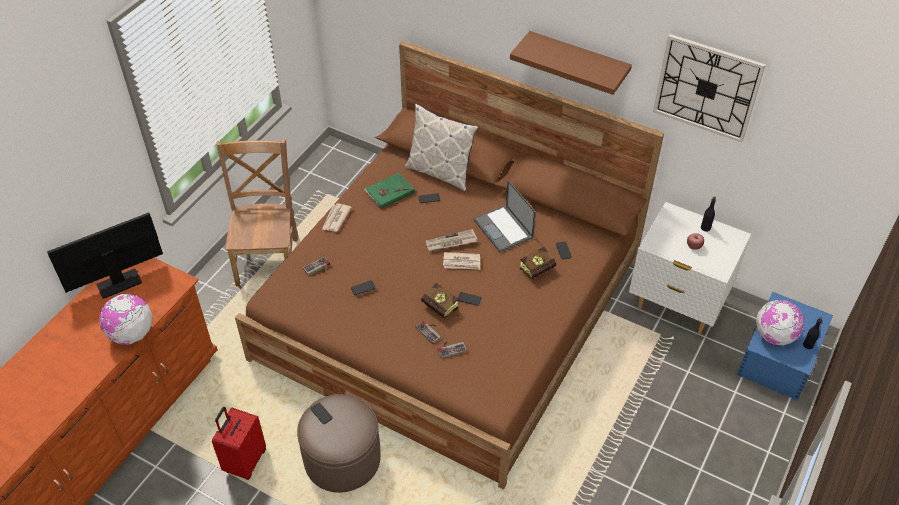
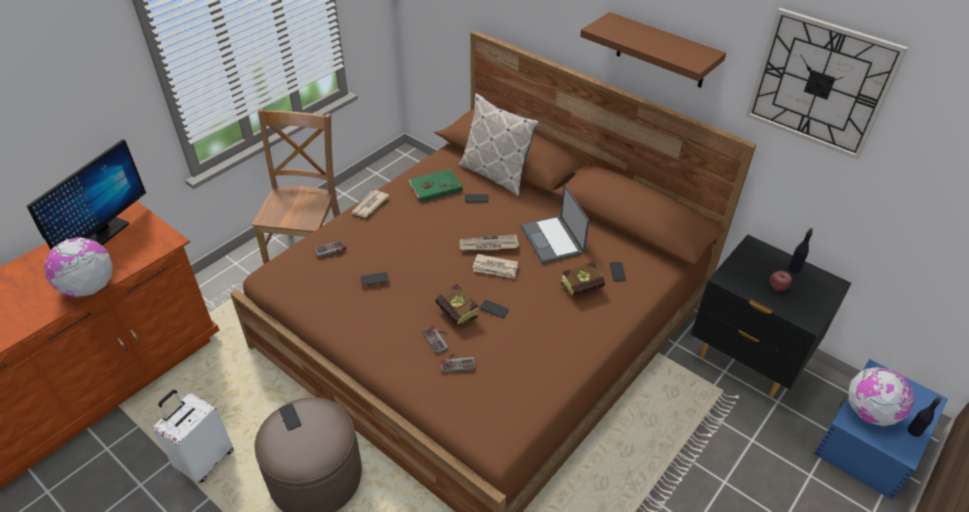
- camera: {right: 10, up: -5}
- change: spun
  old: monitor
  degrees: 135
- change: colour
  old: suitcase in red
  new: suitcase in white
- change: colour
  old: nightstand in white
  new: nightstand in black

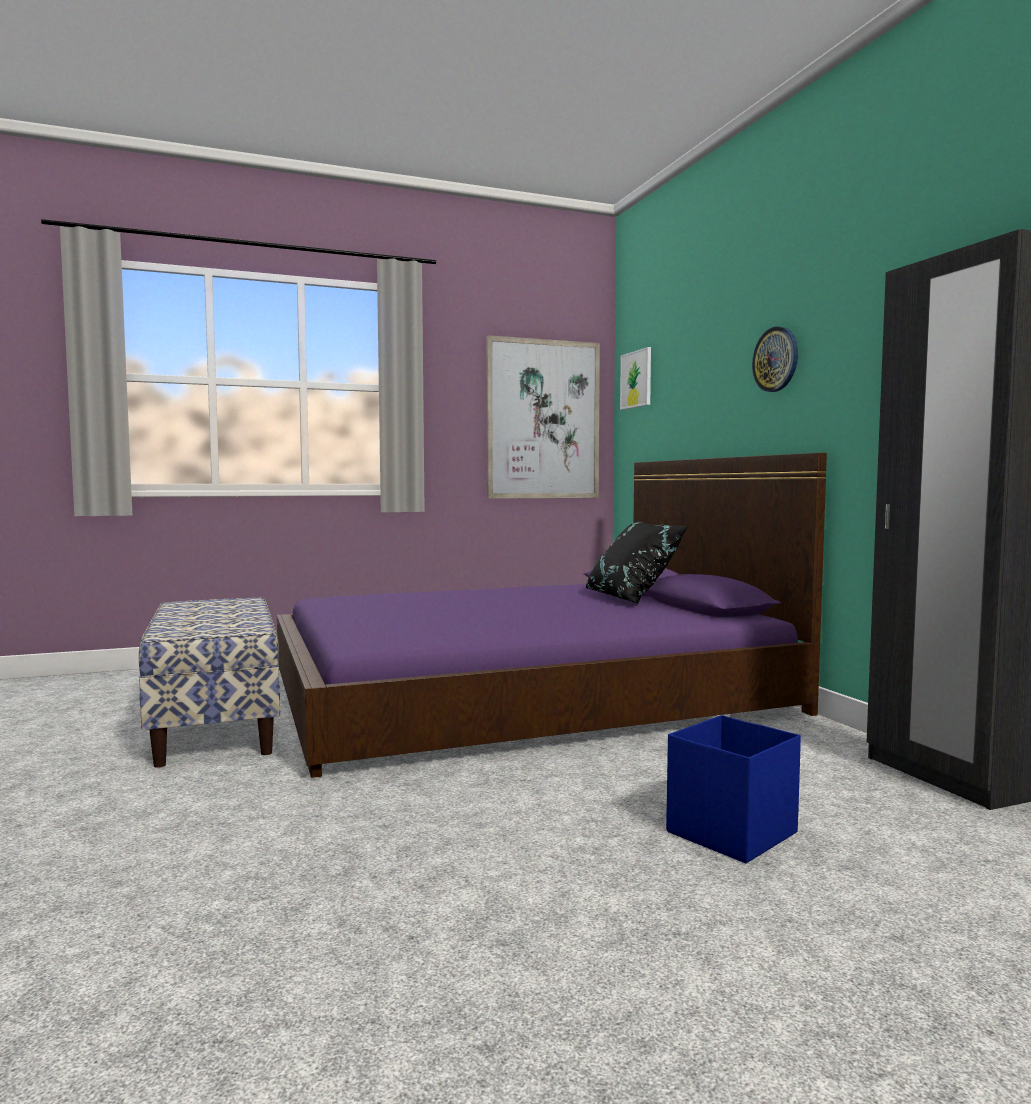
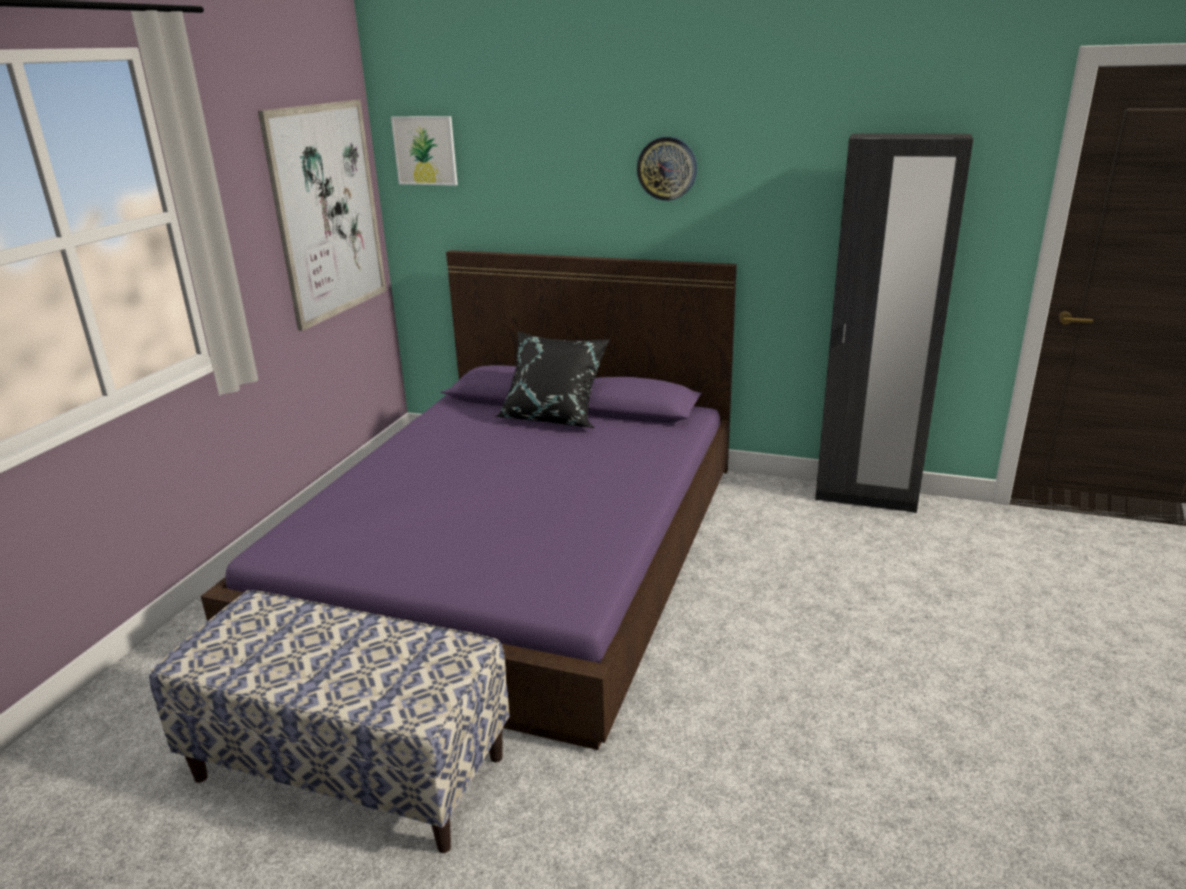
- camera: {right: -50, up: 20}
- change: missing
  old: storage box in blue

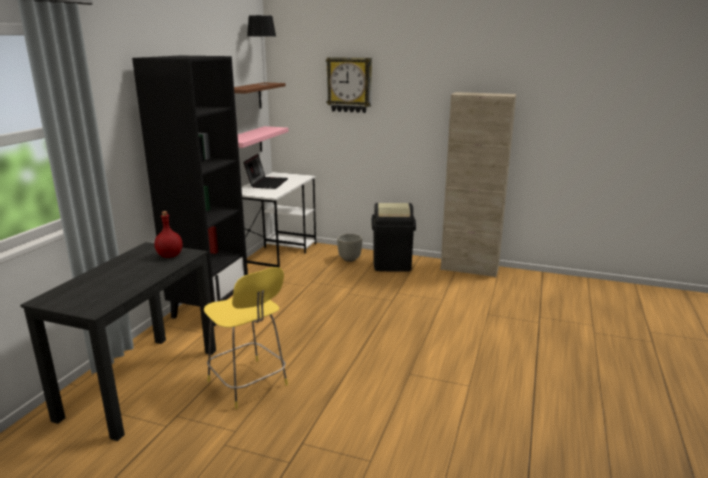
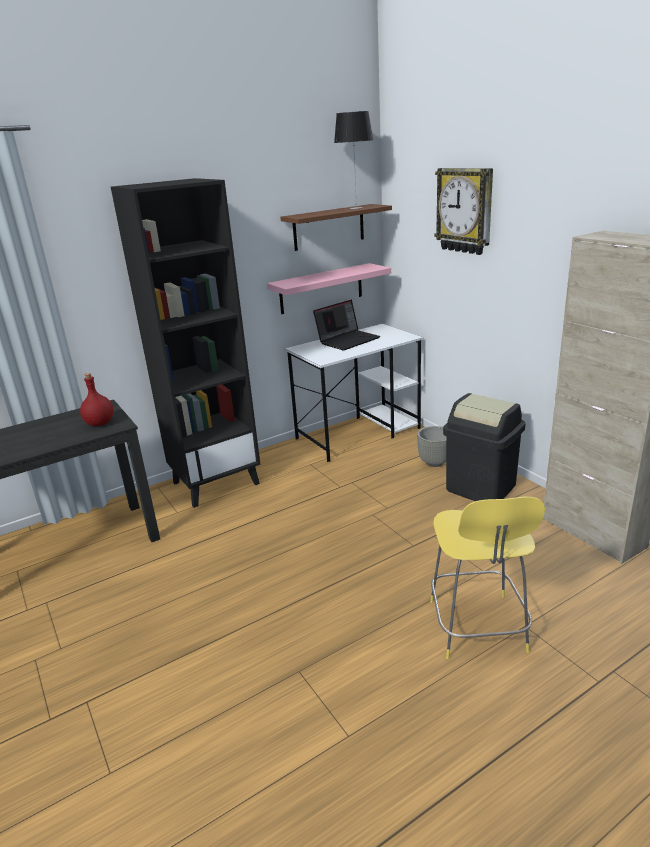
- camera: {right: 40, up: 5}
- change: relocated
  old: stool in yellow

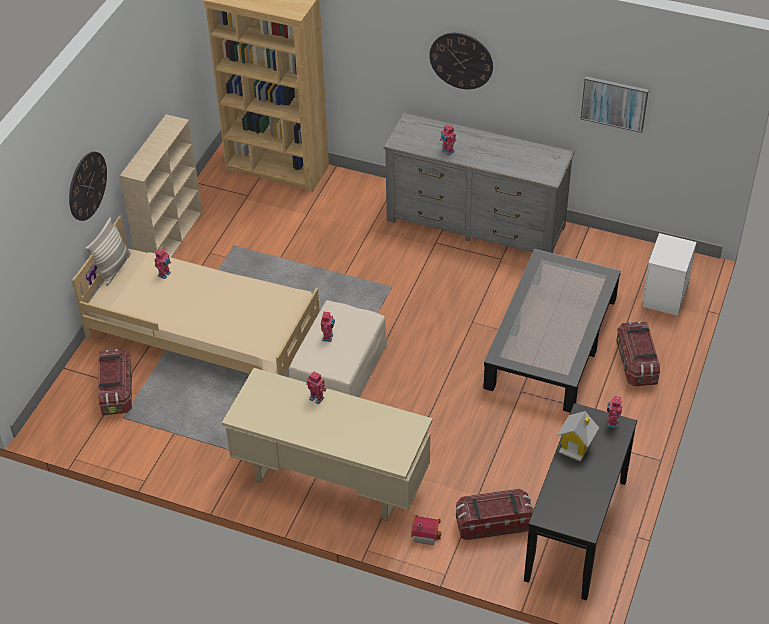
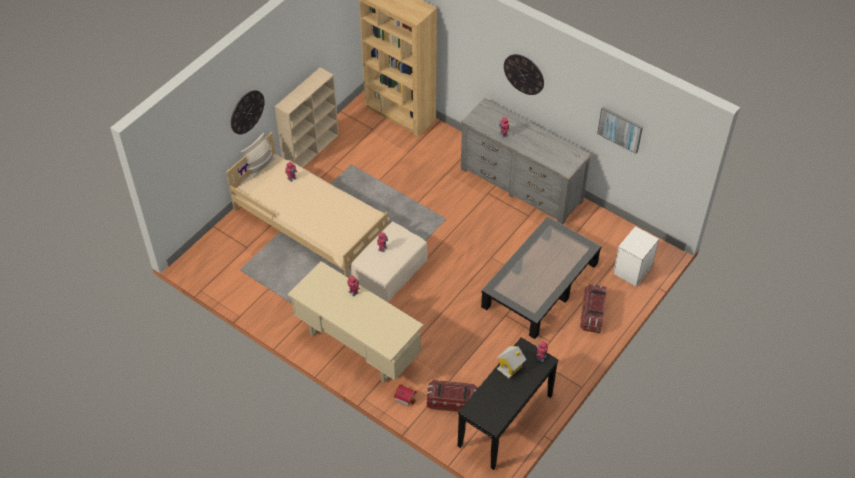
- camera: {right: 15, up: 5}
- change: missing
  old: storage box (no. 1 from left)

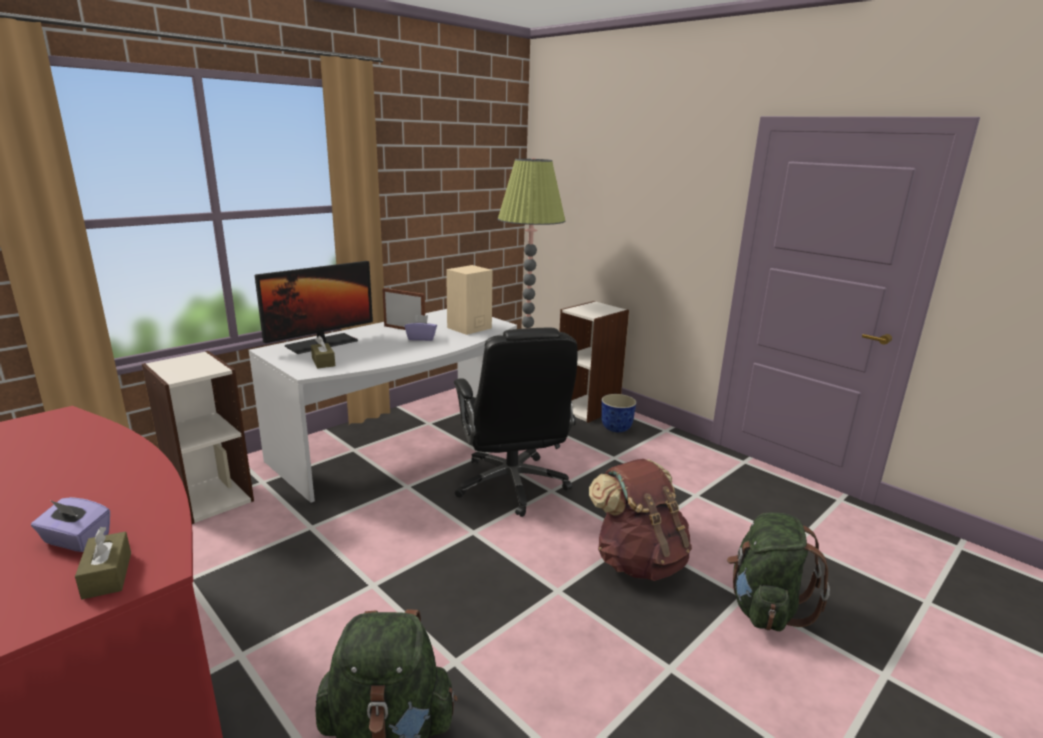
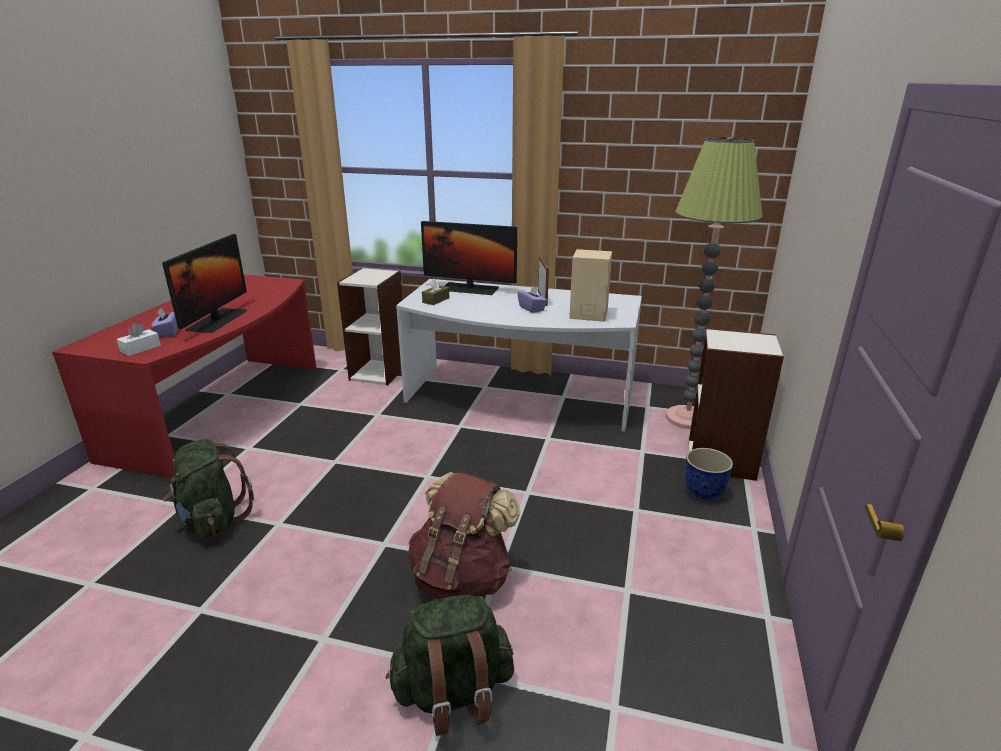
- camera: {right: 60, up: 5}
- change: colour
  old: tissue box in brown (no. 1 from left)
  new: tissue box in white
- change: missing
  old: office chair in black
- change: appeared
  new: monitor (no. 1 from left)

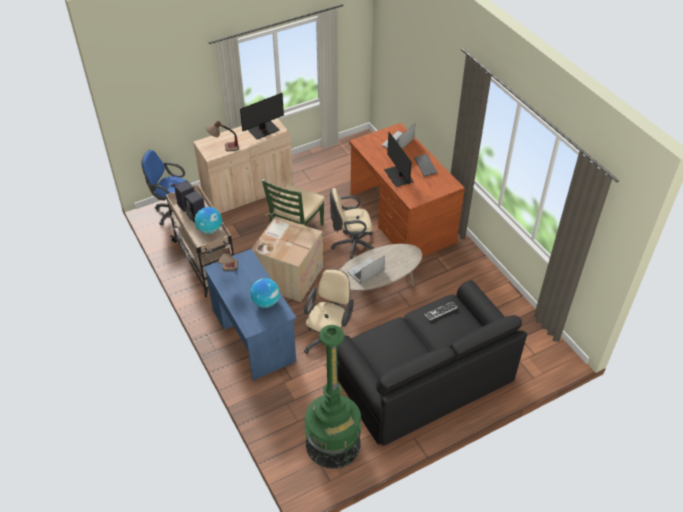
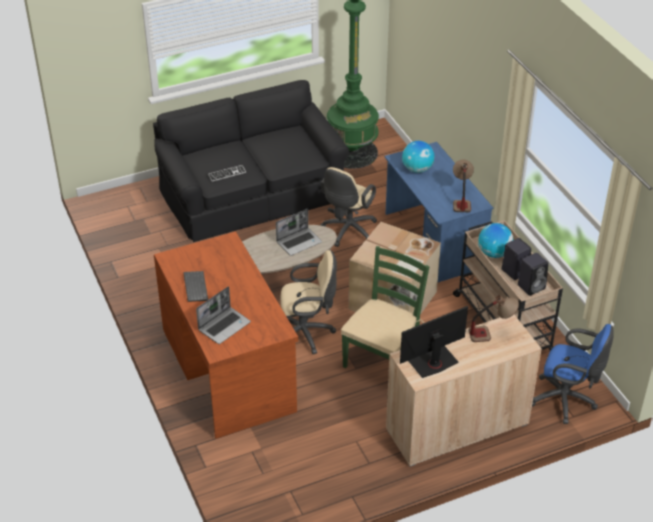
- camera: {right: -175, up: -5}
- change: missing
  old: monitor (no. 2 from left)

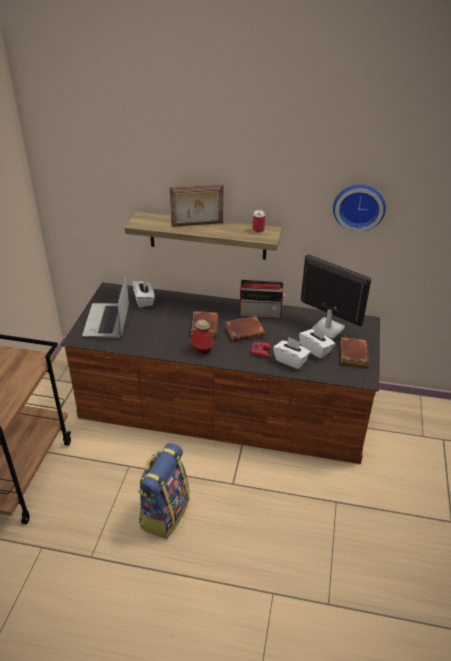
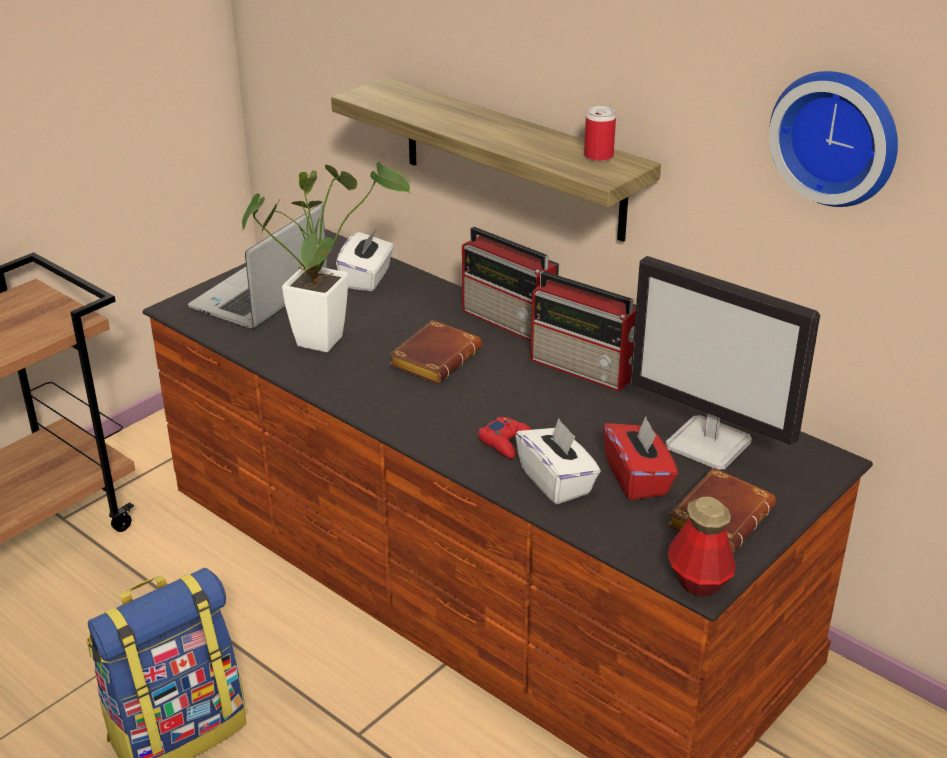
- camera: {right: 30, up: -5}
- change: missing
  old: picture frame
- change: relocated
  old: bottle
- change: missing
  old: book in brown (no. 2 from left)
- change: colour
  old: tissue box in white (no. 3 from left)
  new: tissue box in red
- change: spun
  old: monitor
  degrees: 150
- change: appeared
  new: potted plant
- change: appeared
  new: radio (no. 1 from left)

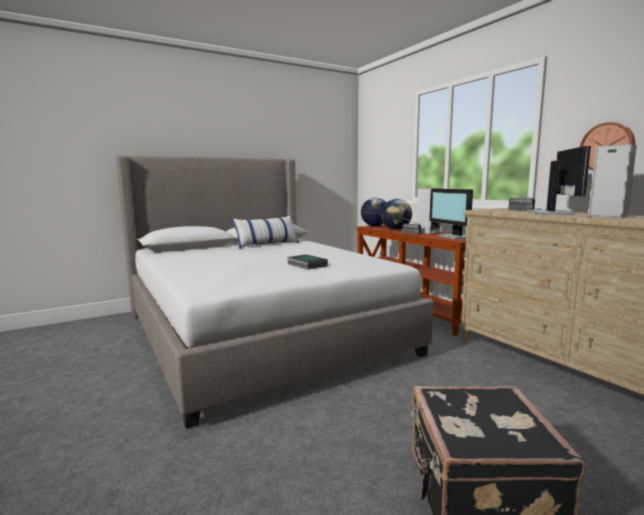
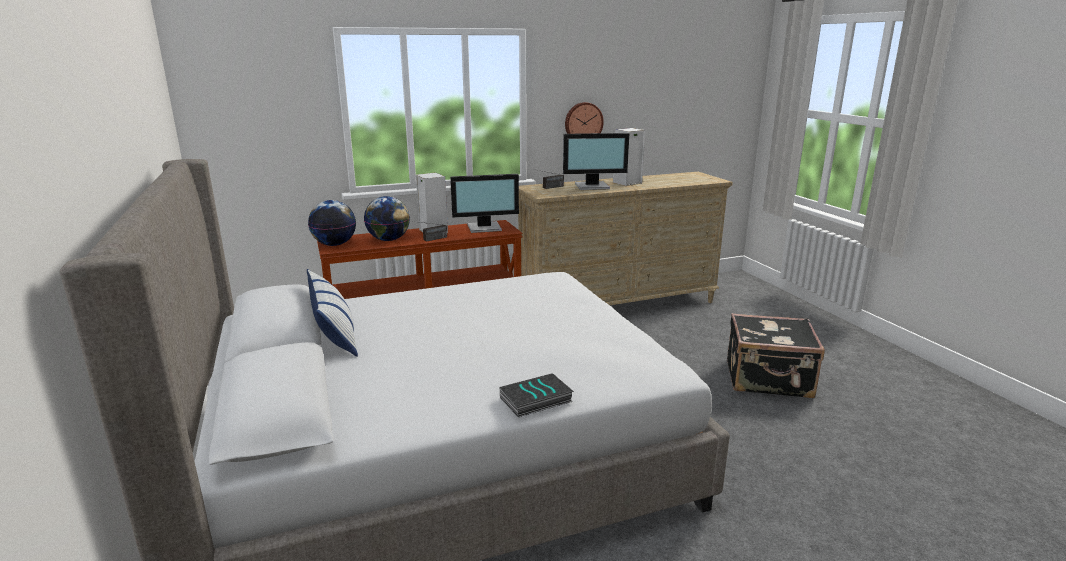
- camera: {right: -80, up: 10}
- change: relocated
  old: book
- change: spun
  old: monitor (no. 2 from left)
  degrees: 150

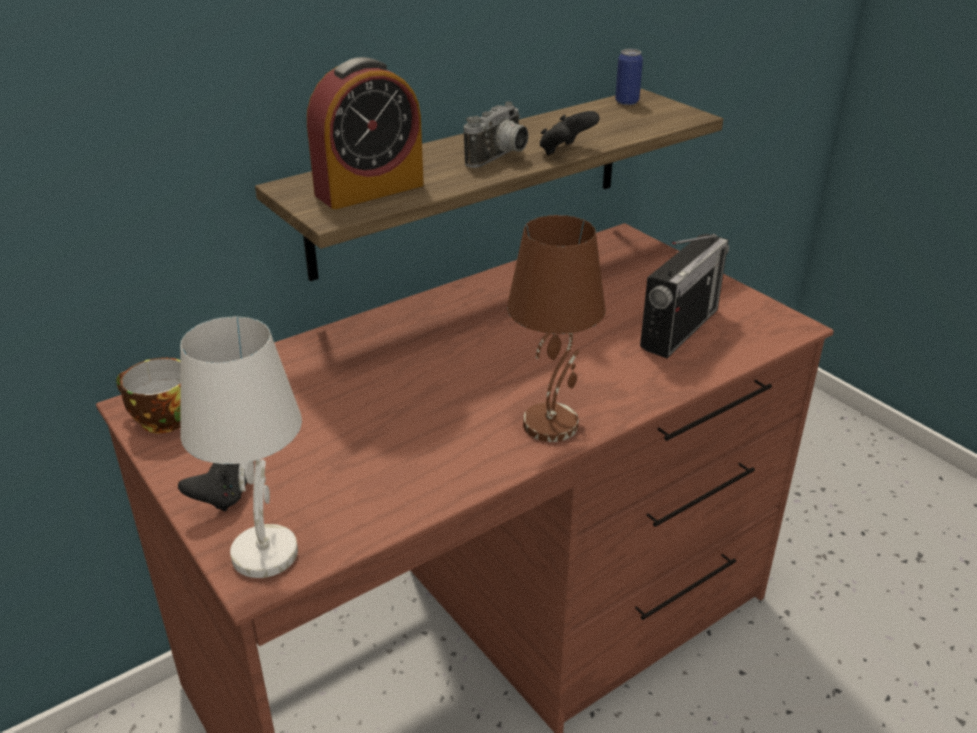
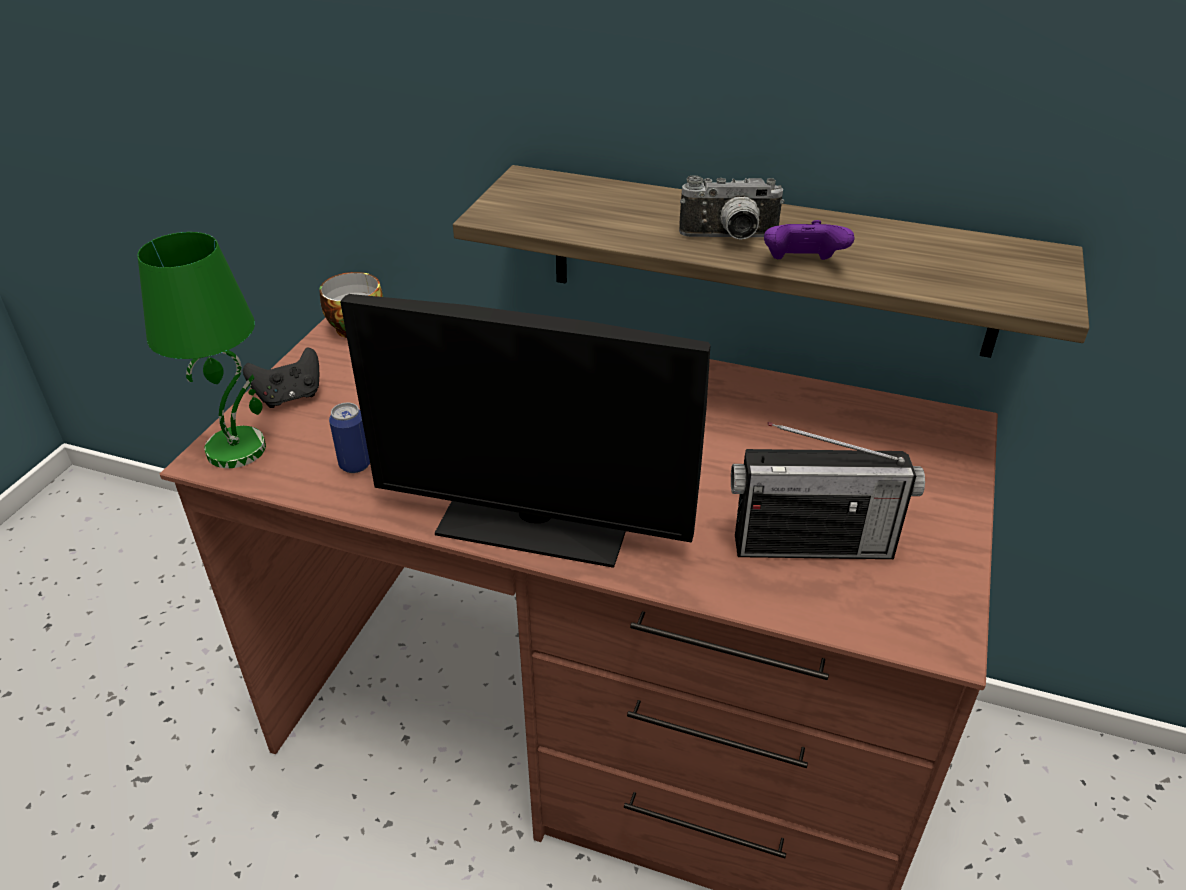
- camera: {right: 55, up: 5}
- change: colour
  old: table lamp in white
  new: table lamp in green
- change: missing
  old: alarm clock
- change: exchanged
  old: table lamp in brown
  new: monitor
- change: colour
  old: game controller in black (no. 2 from left)
  new: game controller in purple
- change: relocated
  old: can

